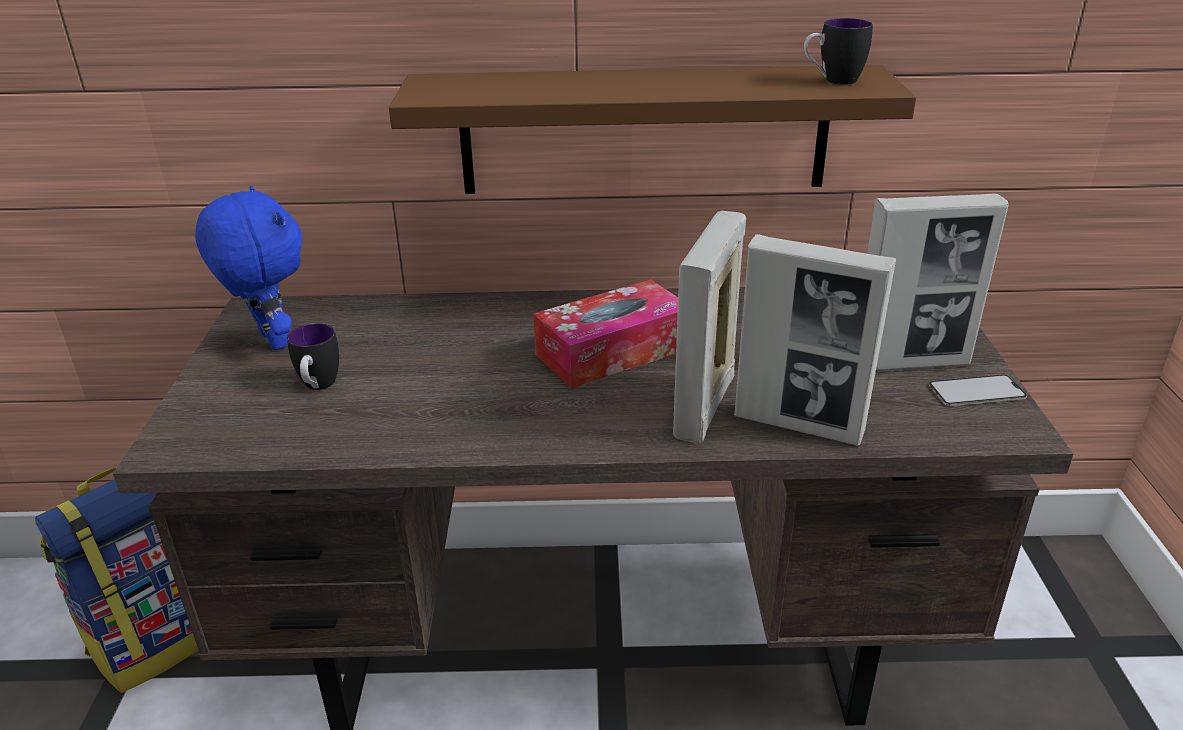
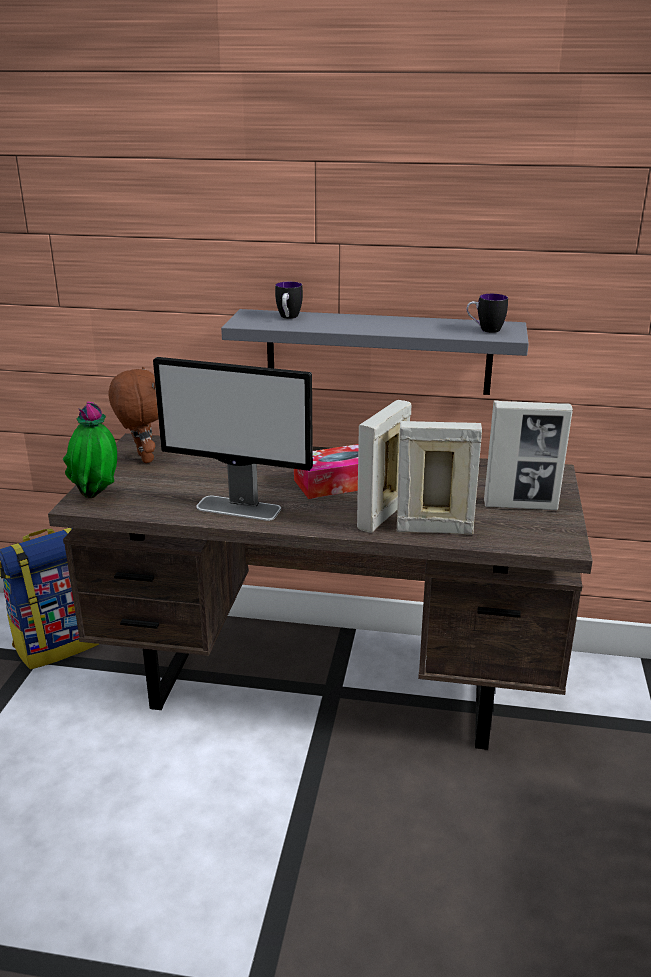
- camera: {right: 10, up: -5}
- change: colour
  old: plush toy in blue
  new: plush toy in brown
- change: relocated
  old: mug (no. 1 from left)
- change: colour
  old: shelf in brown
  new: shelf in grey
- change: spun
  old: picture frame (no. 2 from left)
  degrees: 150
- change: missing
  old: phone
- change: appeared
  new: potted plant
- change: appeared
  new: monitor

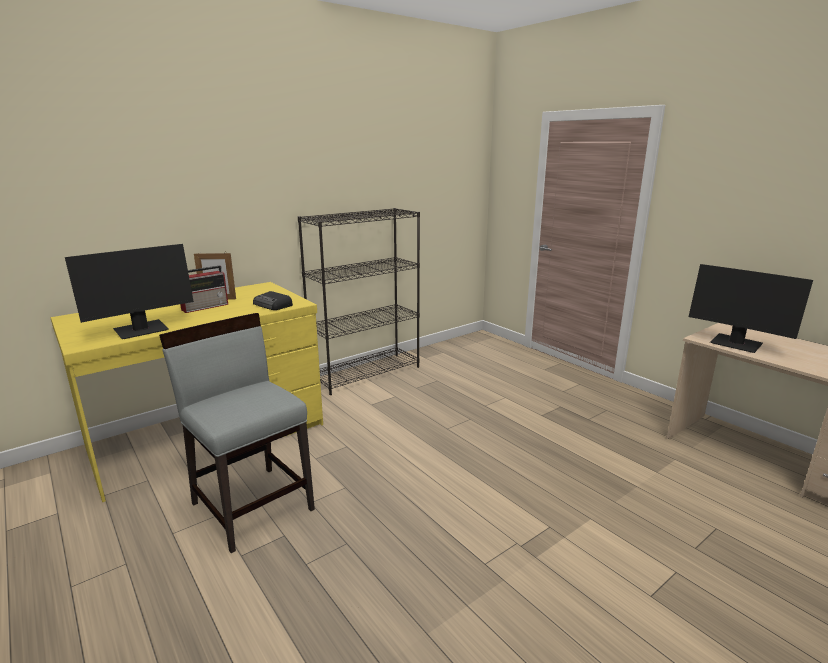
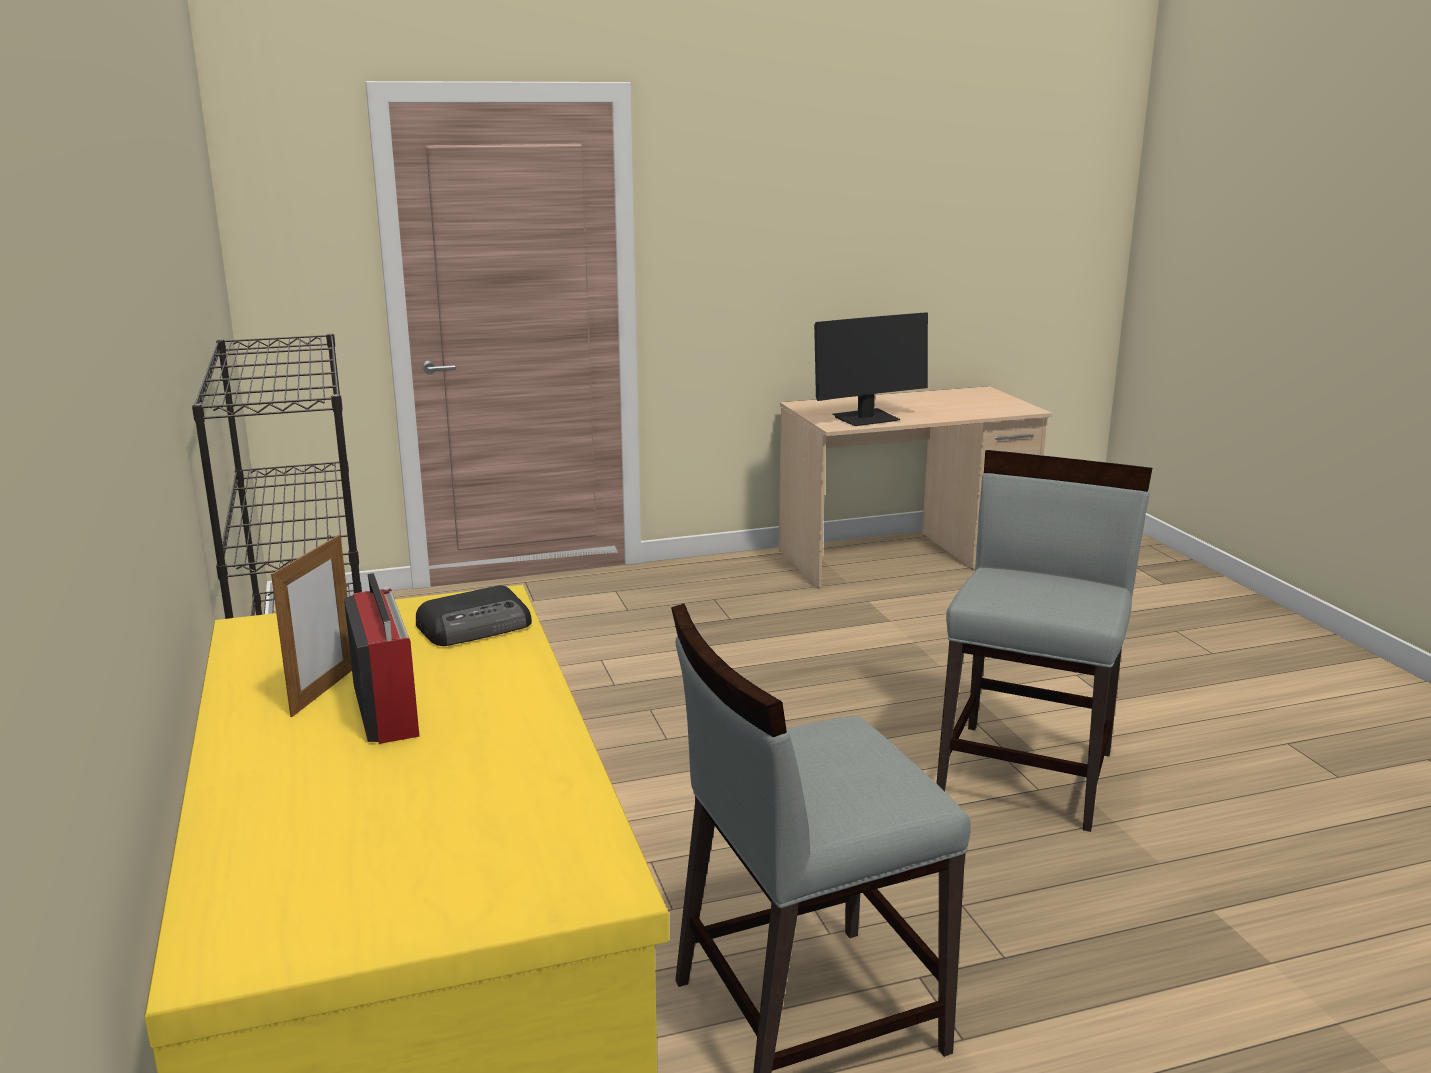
- camera: {right: -70, up: 0}
- change: missing
  old: monitor (no. 1 from left)
- change: appeared
  new: chair in grey (no. 2 from left)

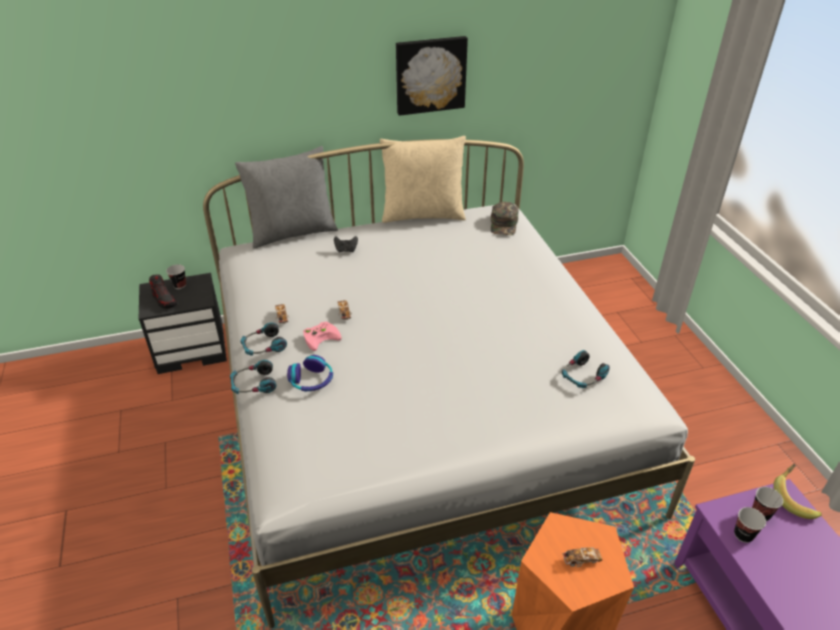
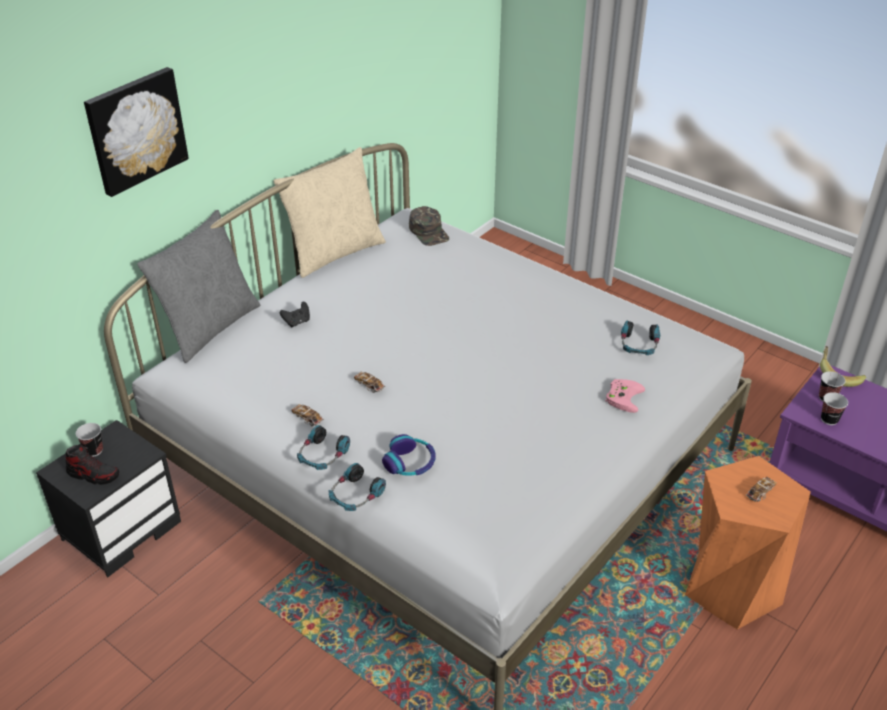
- camera: {right: -35, up: 0}
- change: relocated
  old: game controller in pink
- change: relocated
  old: picture

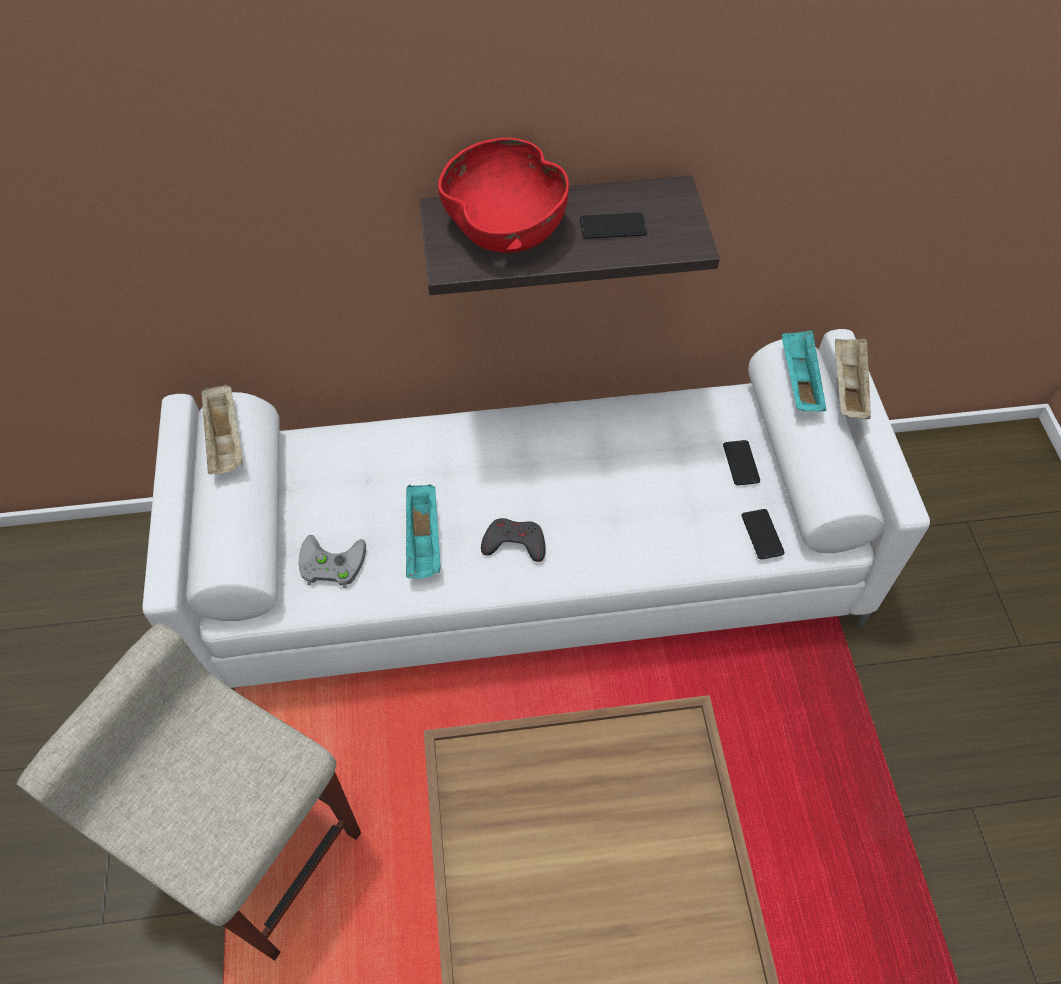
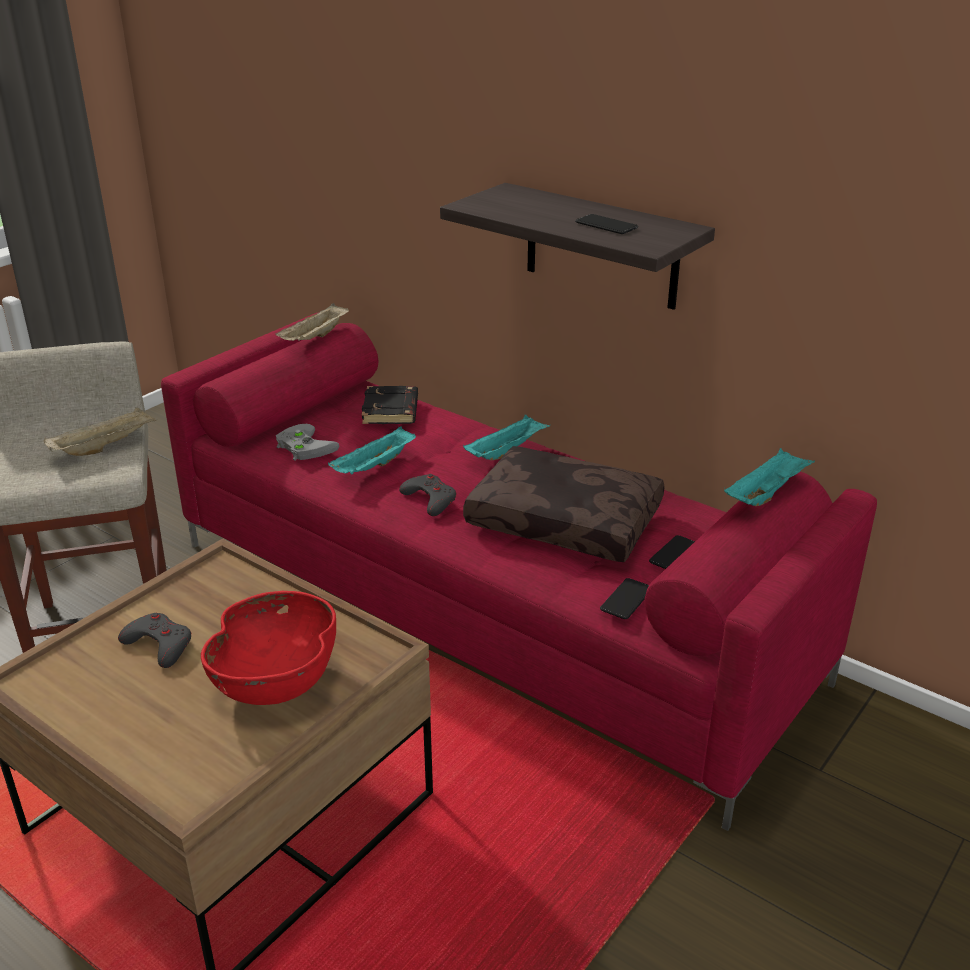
- camera: {right: 45, up: -25}
- change: colour
  old: sofa in white
  new: sofa in red
- change: relocated
  old: bowl in red
- change: relocated
  old: tray in beige (no. 2 from left in the first image)
  new: tray in beige (no. 1 from left)
- change: appeared
  new: game controller in grey (no. 1 from left)
- change: appeared
  new: book in black
- change: appeared
  new: tray in turquoise (no. 2 from left)
- change: appeared
  new: pillow in brown

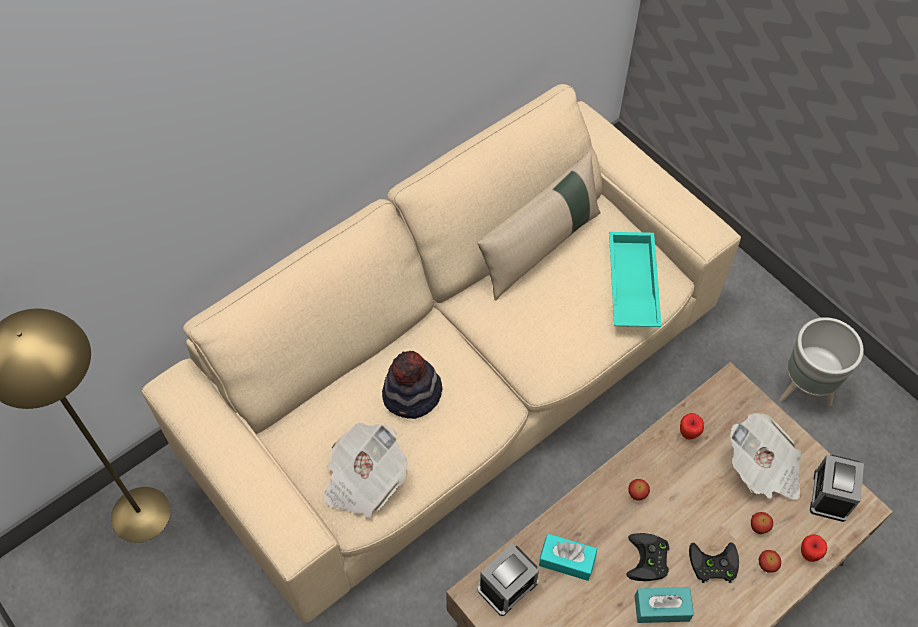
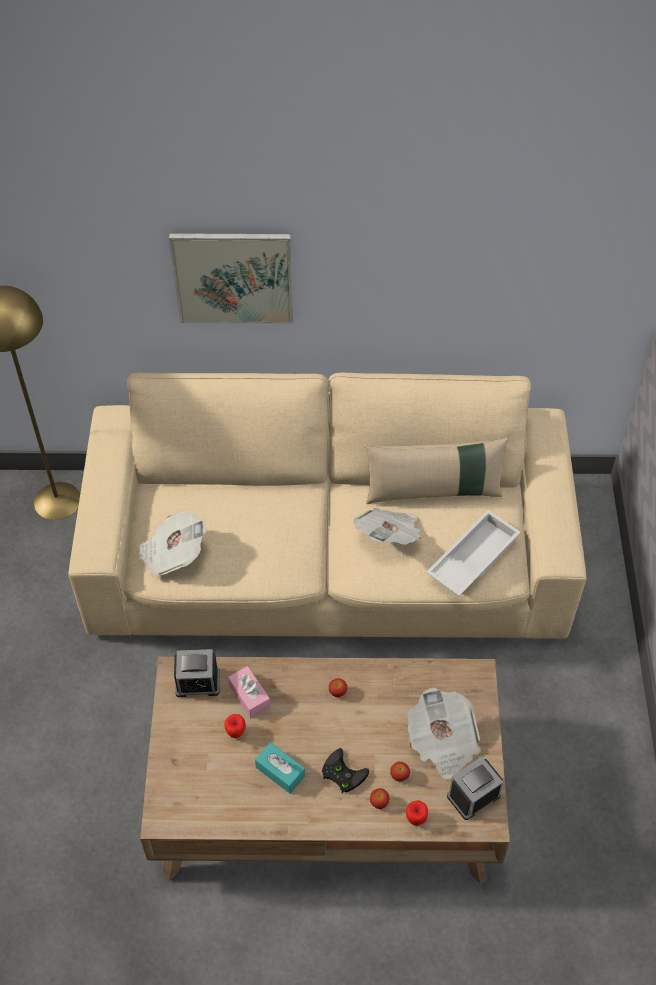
- camera: {right: 40, up: -5}
- change: missing
  old: hat
- change: colour
  old: tissue box in turquoise (no. 1 from left)
  new: tissue box in pink
- change: colour
  old: tray in turquoise
  new: tray in white
- change: missing
  old: game controller in black (no. 1 from left)
- change: relocated
  old: apple (no. 2 from left in the first image)
  new: apple (no. 1 from left)
- change: missing
  old: planter in grey
- change: appeared
  new: picture
- change: appeared
  new: newspaper (no. 2 from left)

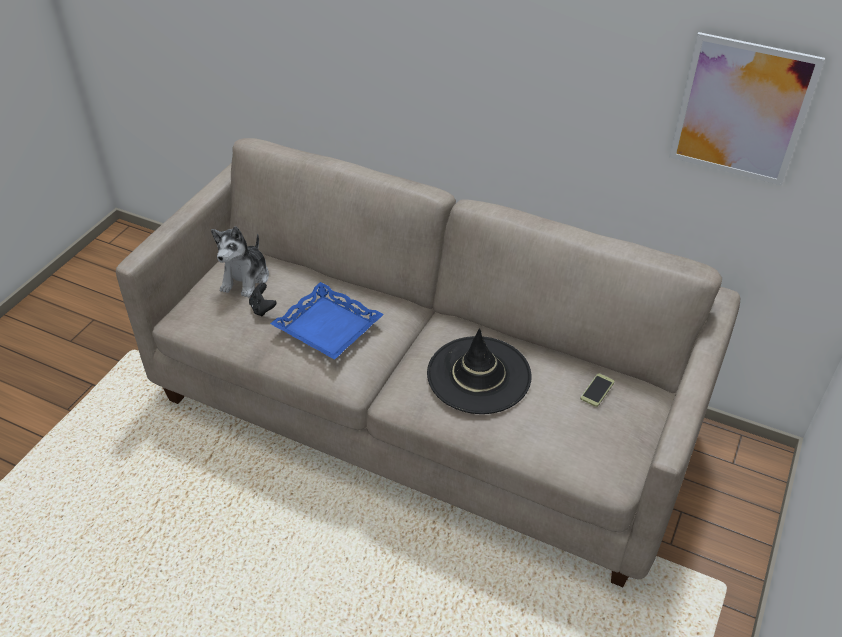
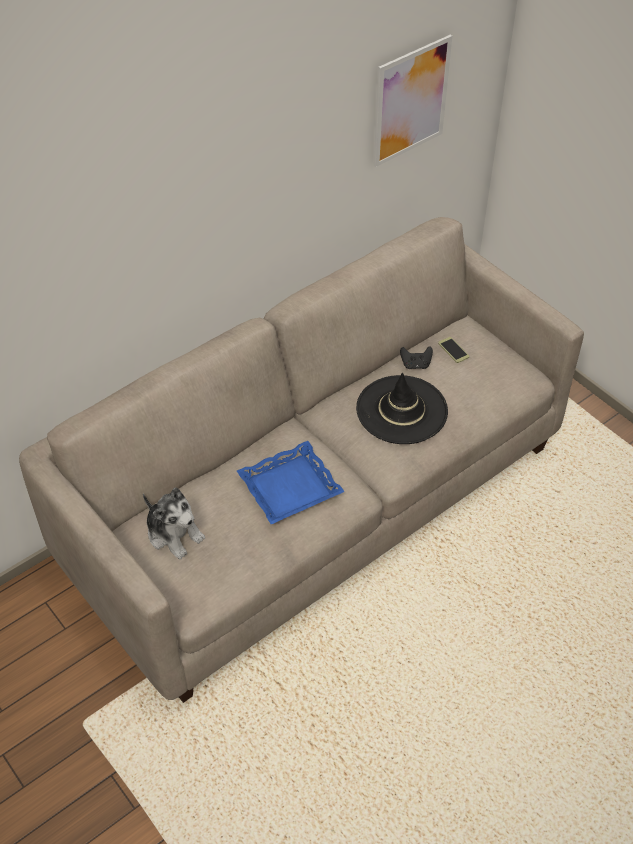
- camera: {right: -65, up: 5}
- change: relocated
  old: game controller in black

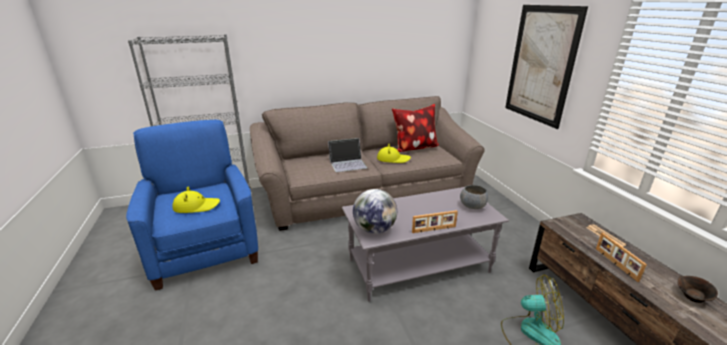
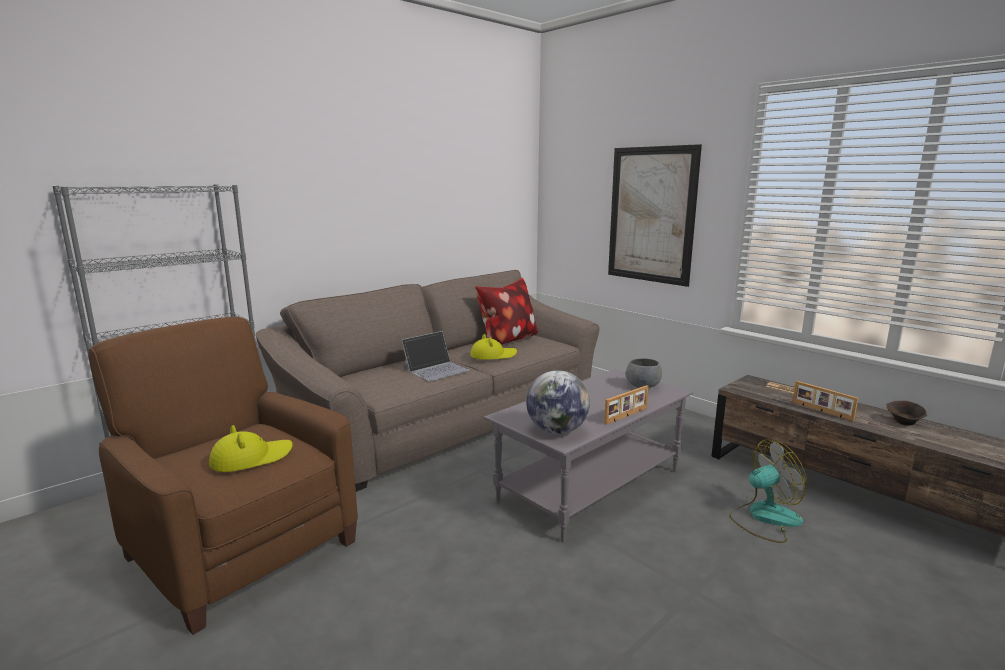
- camera: {right: -25, up: -10}
- change: colour
  old: armchair in blue
  new: armchair in brown

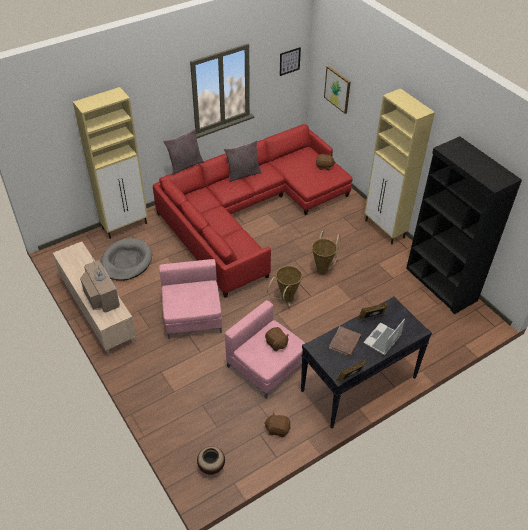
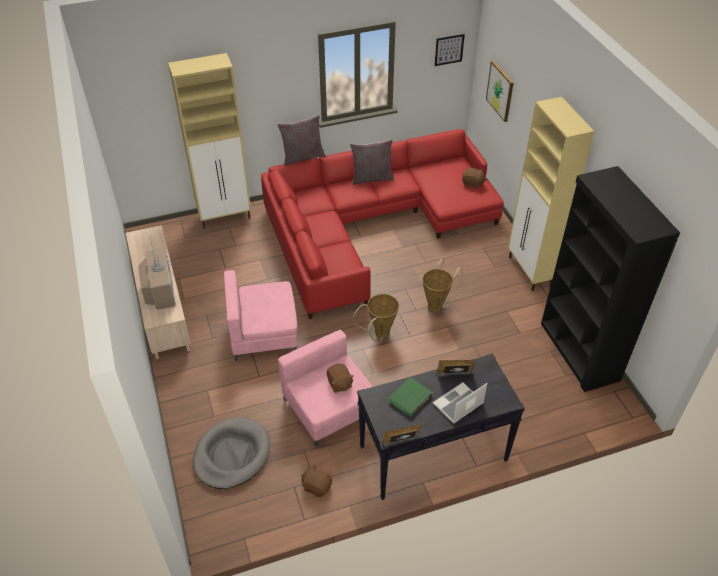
- camera: {right: 15, up: 0}
- change: relocated
  old: dog bed in grey
- change: spun
  old: armchair in pink (no. 1 from left)
  degrees: -105
- change: missing
  old: vase
- change: colour
  old: book in brown
  new: book in green

